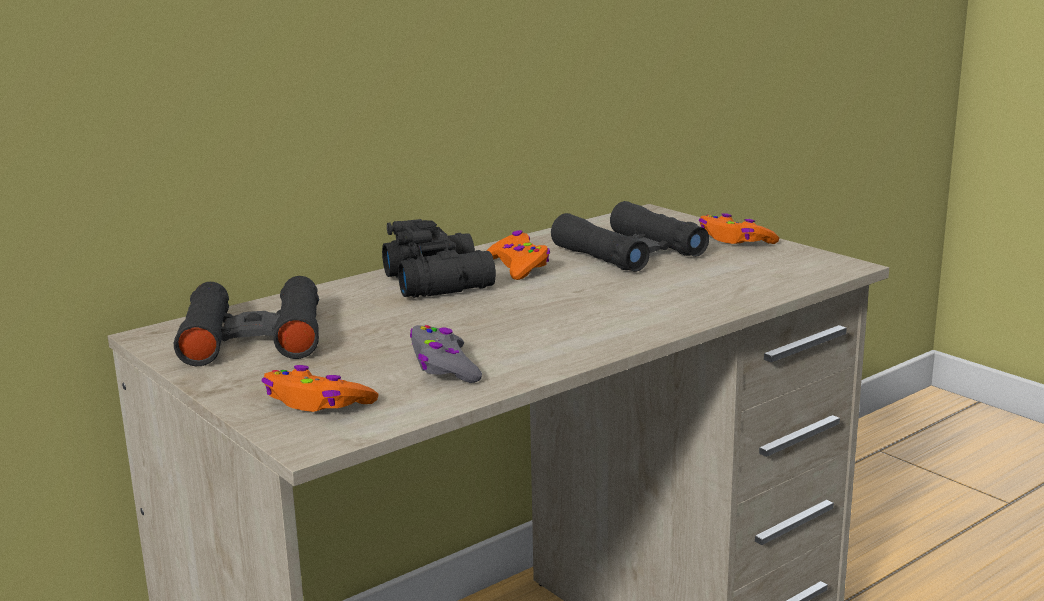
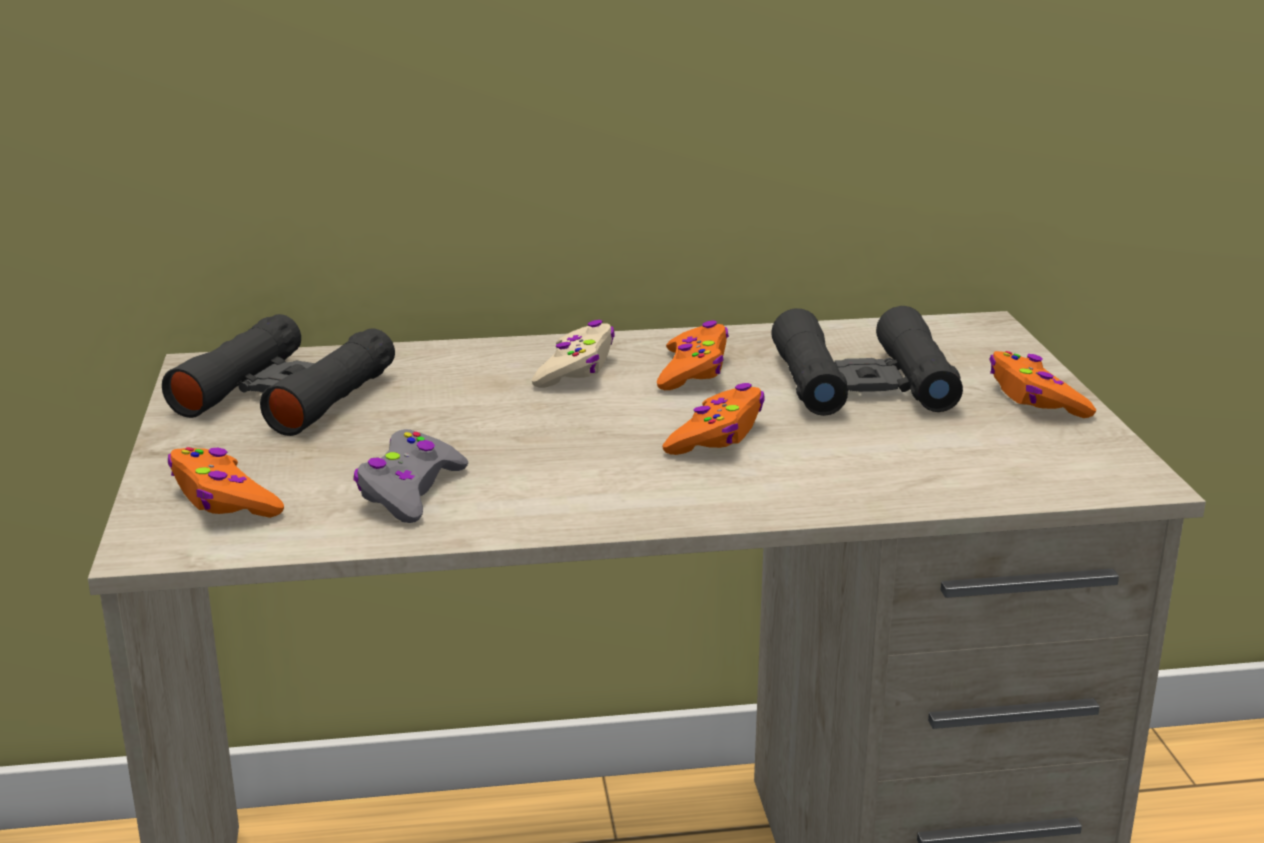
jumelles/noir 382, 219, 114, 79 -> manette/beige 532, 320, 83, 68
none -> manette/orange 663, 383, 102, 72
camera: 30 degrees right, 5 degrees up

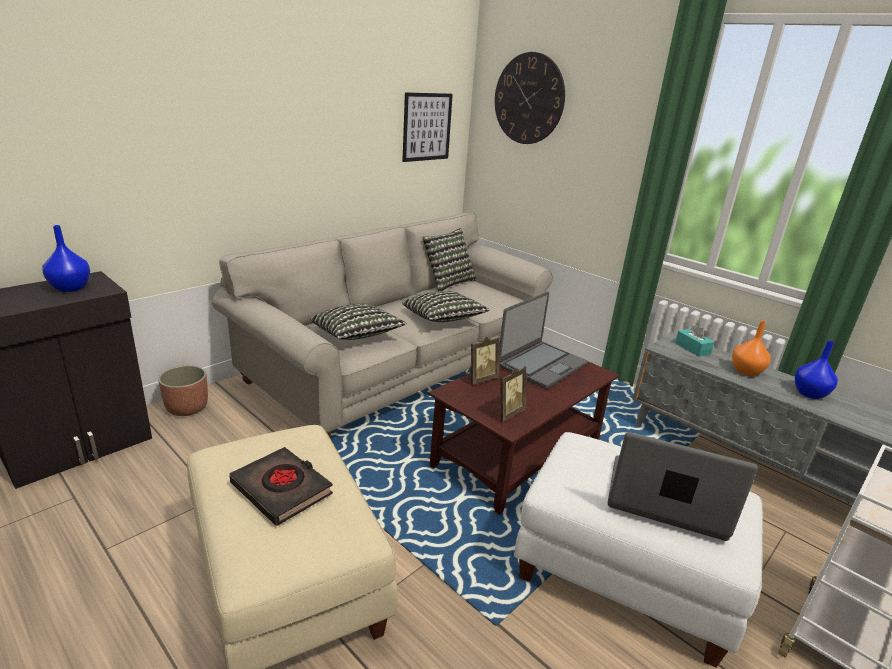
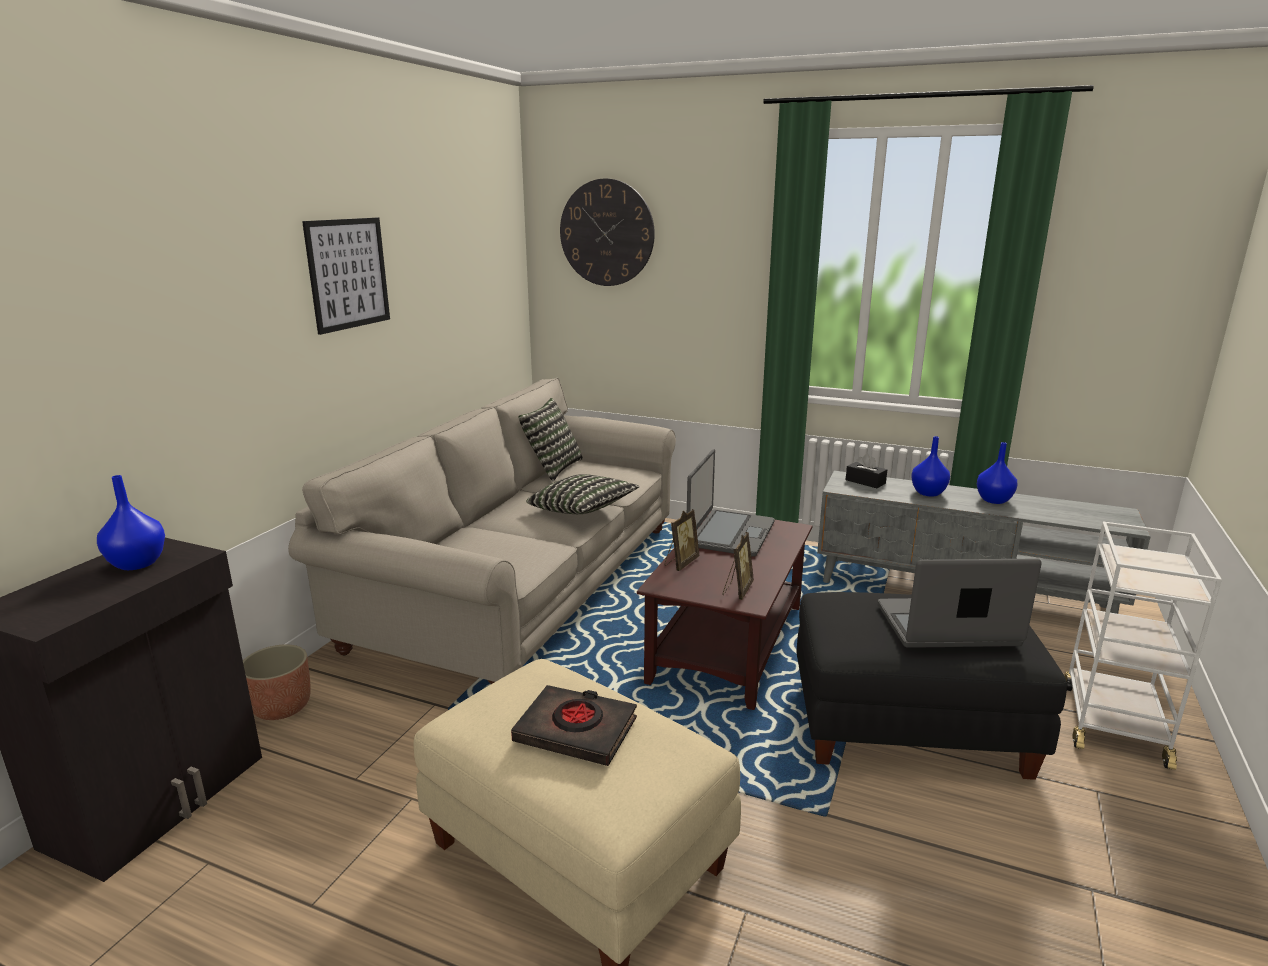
coussin 310, 303, 97, 37 -> none
tableau 402, 92, 51, 70 -> tableau 302, 218, 88, 117, move
pouf/blanc 514, 432, 249, 235 -> pouf/noir 797, 592, 270, 188
boîte à mouchoirs/turquoise 675, 324, 40, 32 -> boîte à mouchoirs/noir 846, 454, 41, 34
vase/orange 732, 321, 39, 55 -> vase/bleu 911, 436, 39, 61
camera: 20 degrees left, 5 degrees down

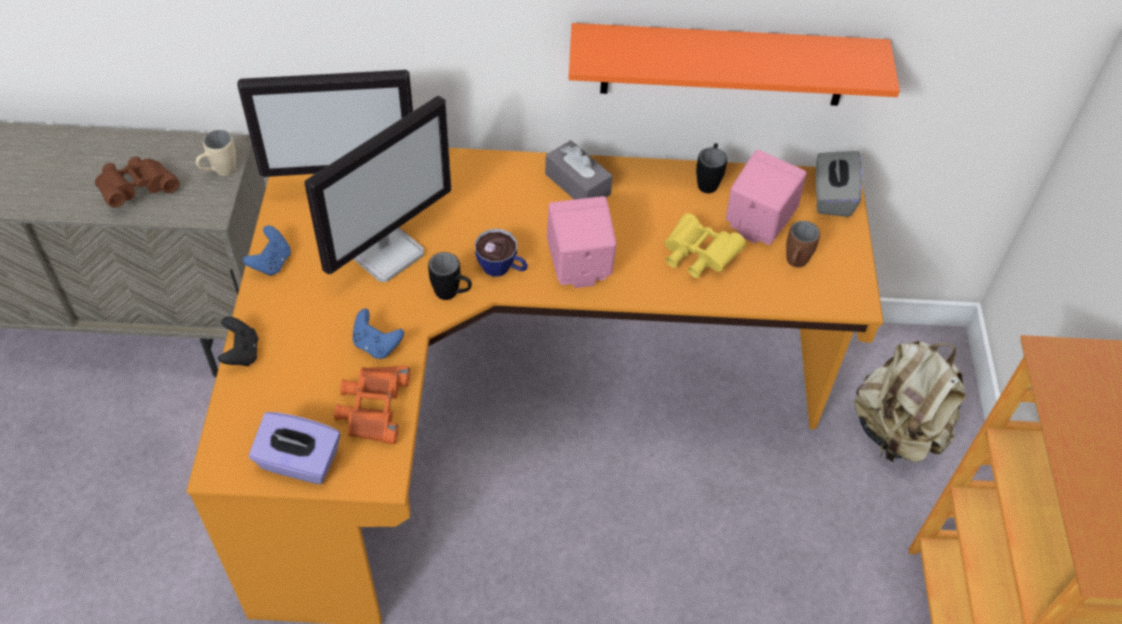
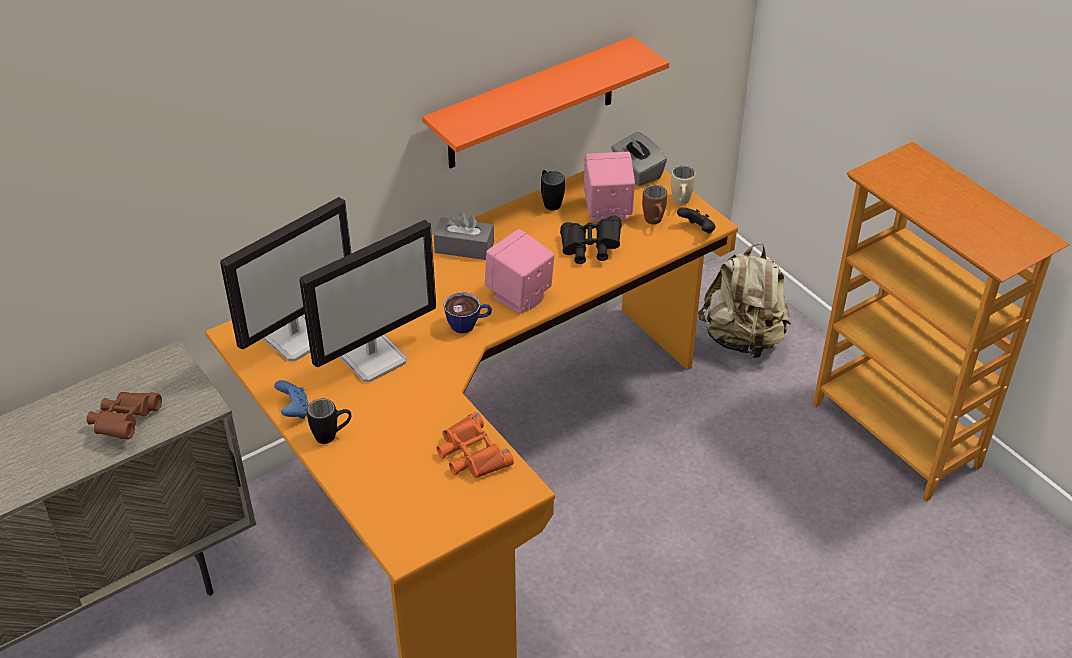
mug/beige 196, 130, 40, 46 -> mug/beige 671, 166, 25, 39, move
manette/noir 218, 316, 40, 50 -> manette/noir 677, 207, 39, 27, move
boîte à mouchoirs/violet 249, 412, 91, 72 -> none
écran d'ordinateur 305, 96, 146, 186 -> écran d'ordinateur 299, 220, 137, 162, 45 degrees clockwise
manette/bleu 352, 309, 52, 50 -> none
mug/noir 428, 252, 44, 48 -> mug/noir 307, 399, 44, 45, move
jumelles/jaune 664, 213, 82, 65 -> jumelles/noir 560, 216, 62, 48
camera: 35 degrees left, 10 degrees down

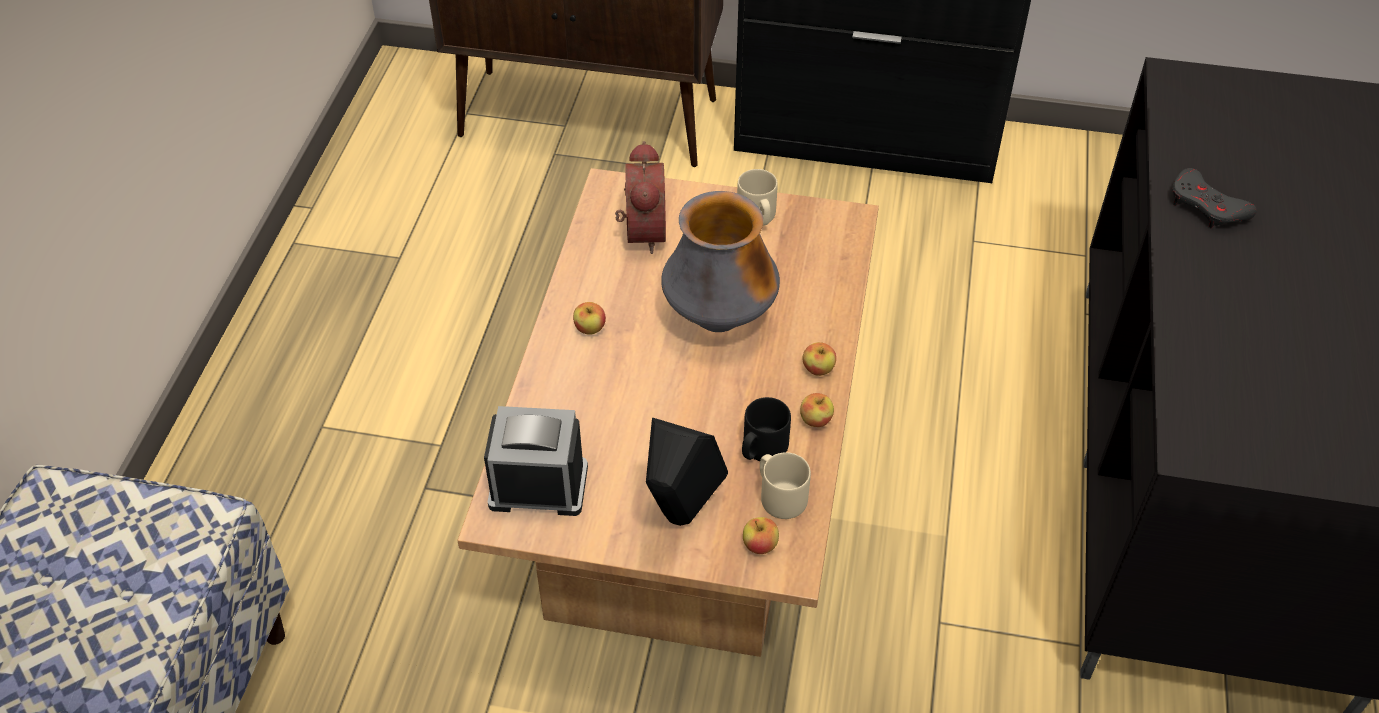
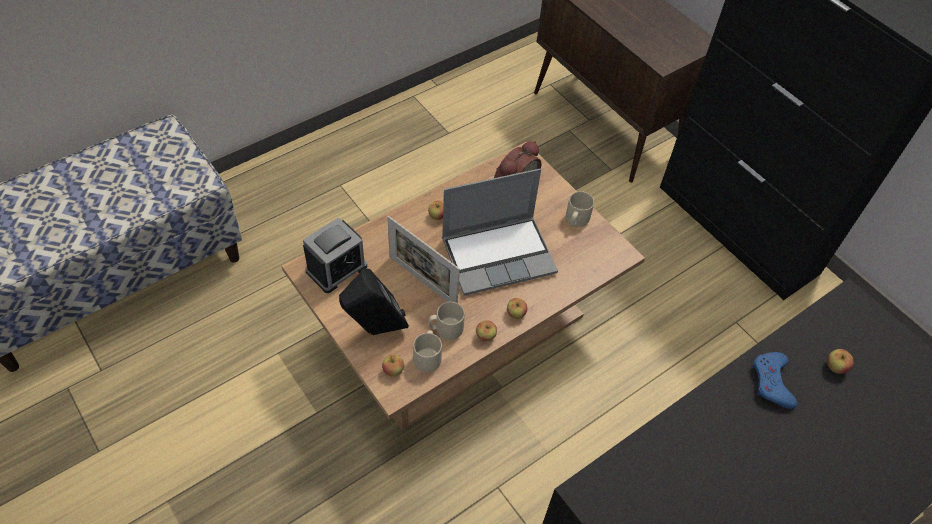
réveil 484, 406, 104, 110 -> réveil 303, 217, 64, 76, 90 degrees clockwise
vase 661, 191, 119, 141 -> ordinateur portable 442, 169, 116, 127
mug/noir 742, 397, 49, 64 -> mug/beige 429, 302, 36, 38
manette/gris 1172, 168, 85, 60 -> manette/bleu 752, 352, 45, 57
none -> cadre photo 387, 216, 73, 87
none -> pomme 827, 349, 26, 25
camera: 40 degrees right, 5 degrees up

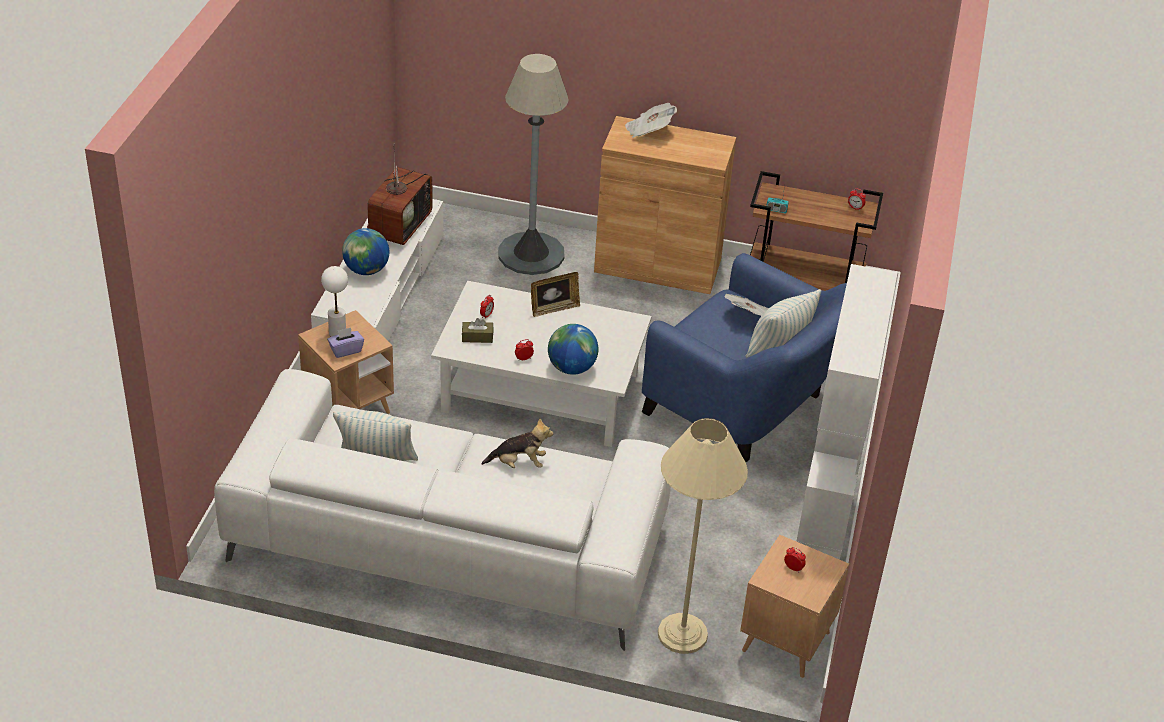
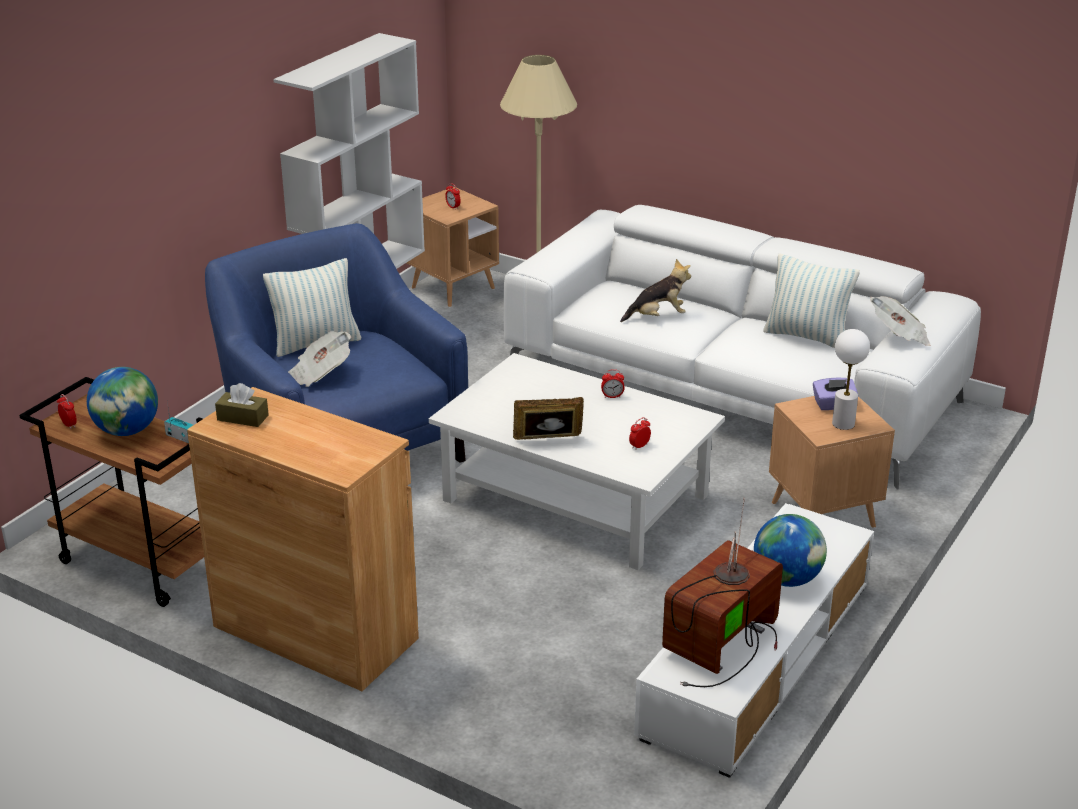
boîte à mouchoirs/marron 462, 318, 31, 25 -> boîte à mouchoirs/marron 215, 383, 54, 44, move
peluche 481, 418, 72, 50 -> peluche 620, 259, 71, 63, 150 degrees clockwise
lampadaire/gris 498, 54, 71, 221 -> none
globe 548, 324, 50, 51 -> globe 87, 367, 71, 69, move
journal 625, 103, 52, 35 -> journal 870, 296, 61, 50, move
camera: 160 degrees left, 10 degrees down

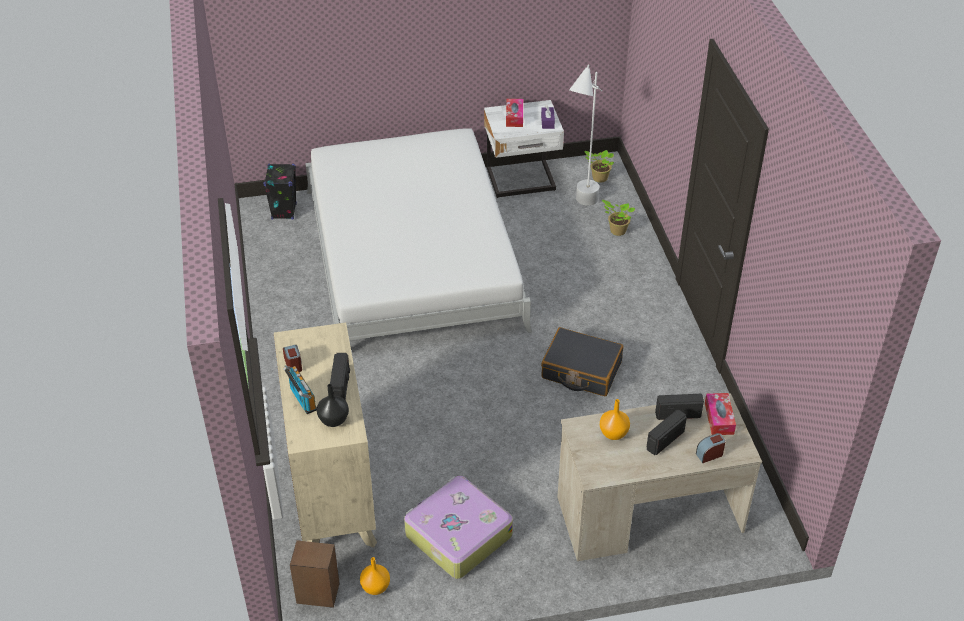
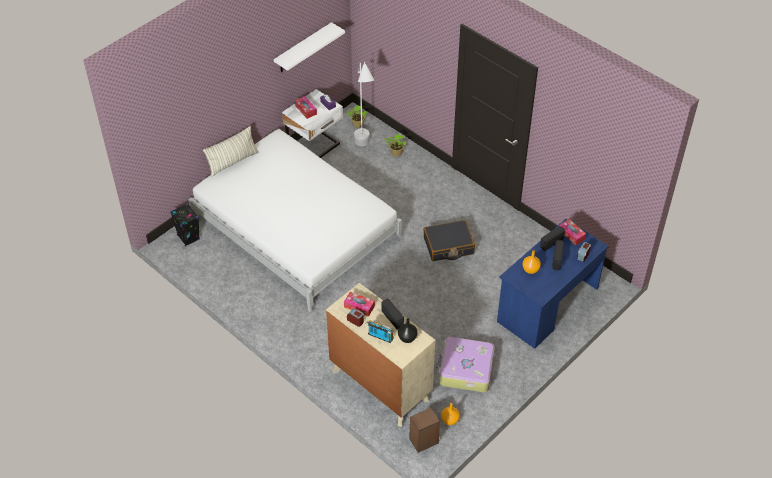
bureau/beige 557, 393, 205, 168 -> bureau/bleu 497, 219, 112, 130
none -> coussin 203, 126, 56, 51
none -> étagère/blanc 274, 22, 71, 50
none -> boîte à mouchoirs 344, 292, 31, 25
camera: 35 degrees left, 5 degrees up

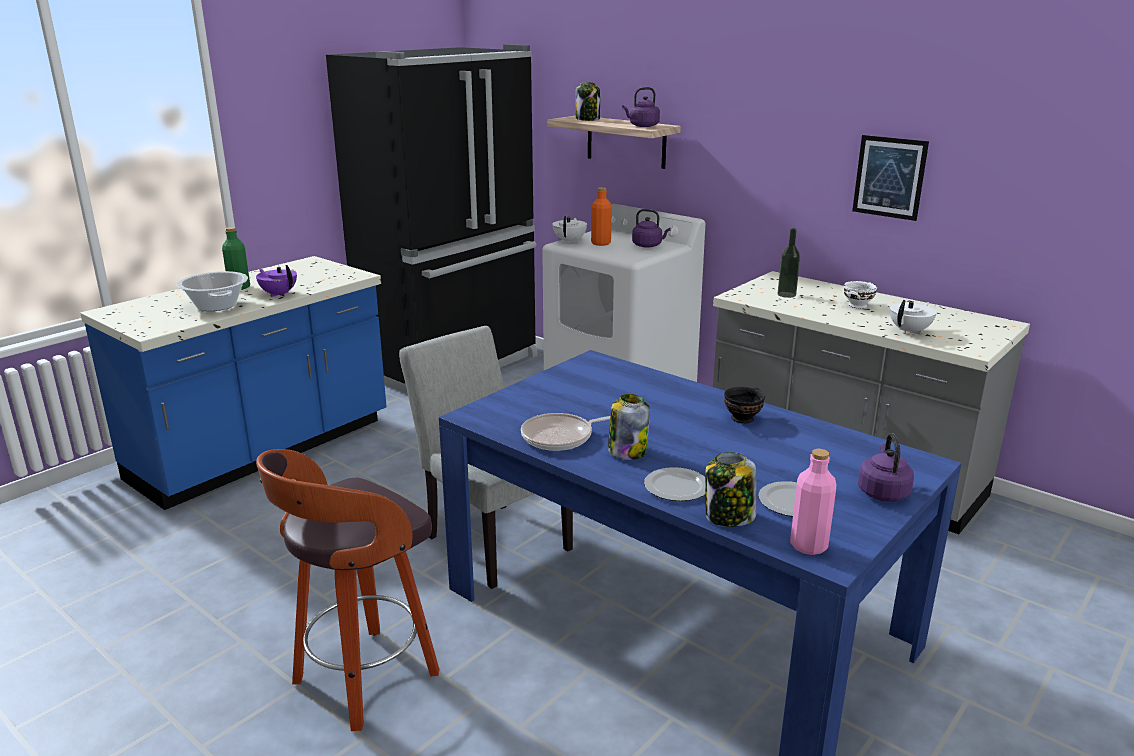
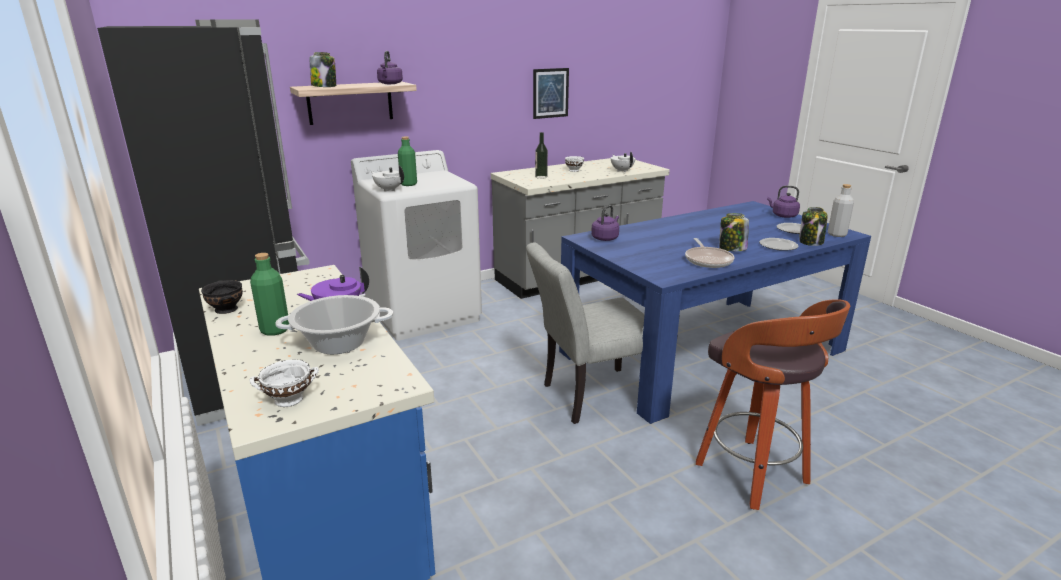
bouteille/orange 591, 187, 21, 59 -> bouteille/vert 398, 136, 19, 50
bouilloire/violet 632, 209, 39, 39 -> bouilloire/violet 591, 205, 28, 36, move
bol/noir 724, 387, 41, 37 -> bol/noir 201, 280, 42, 34, move
bouteille/rose 790, 449, 46, 106 -> bouteille/gris 828, 184, 26, 53
none -> bol/blanc 250, 359, 69, 48
camera: 70 degrees left, 0 degrees up

